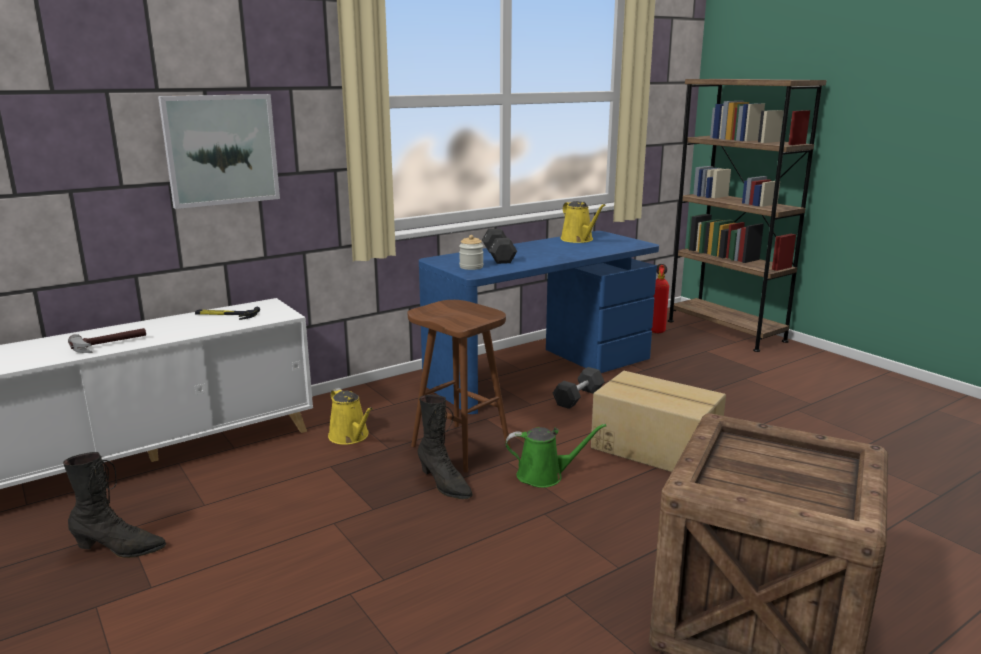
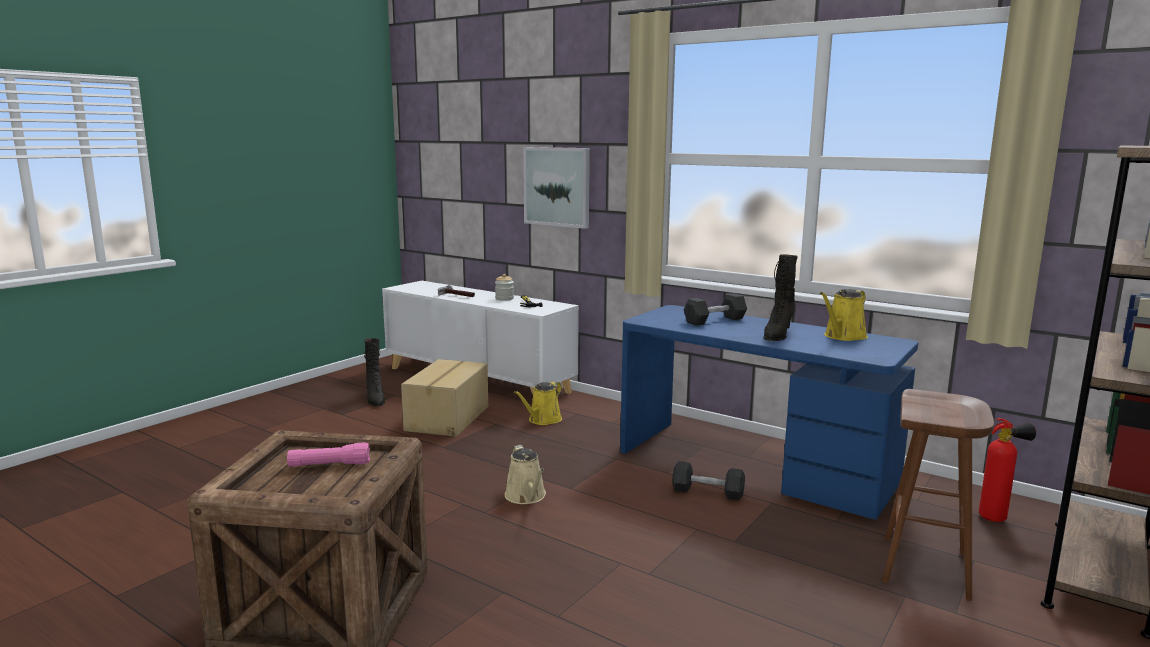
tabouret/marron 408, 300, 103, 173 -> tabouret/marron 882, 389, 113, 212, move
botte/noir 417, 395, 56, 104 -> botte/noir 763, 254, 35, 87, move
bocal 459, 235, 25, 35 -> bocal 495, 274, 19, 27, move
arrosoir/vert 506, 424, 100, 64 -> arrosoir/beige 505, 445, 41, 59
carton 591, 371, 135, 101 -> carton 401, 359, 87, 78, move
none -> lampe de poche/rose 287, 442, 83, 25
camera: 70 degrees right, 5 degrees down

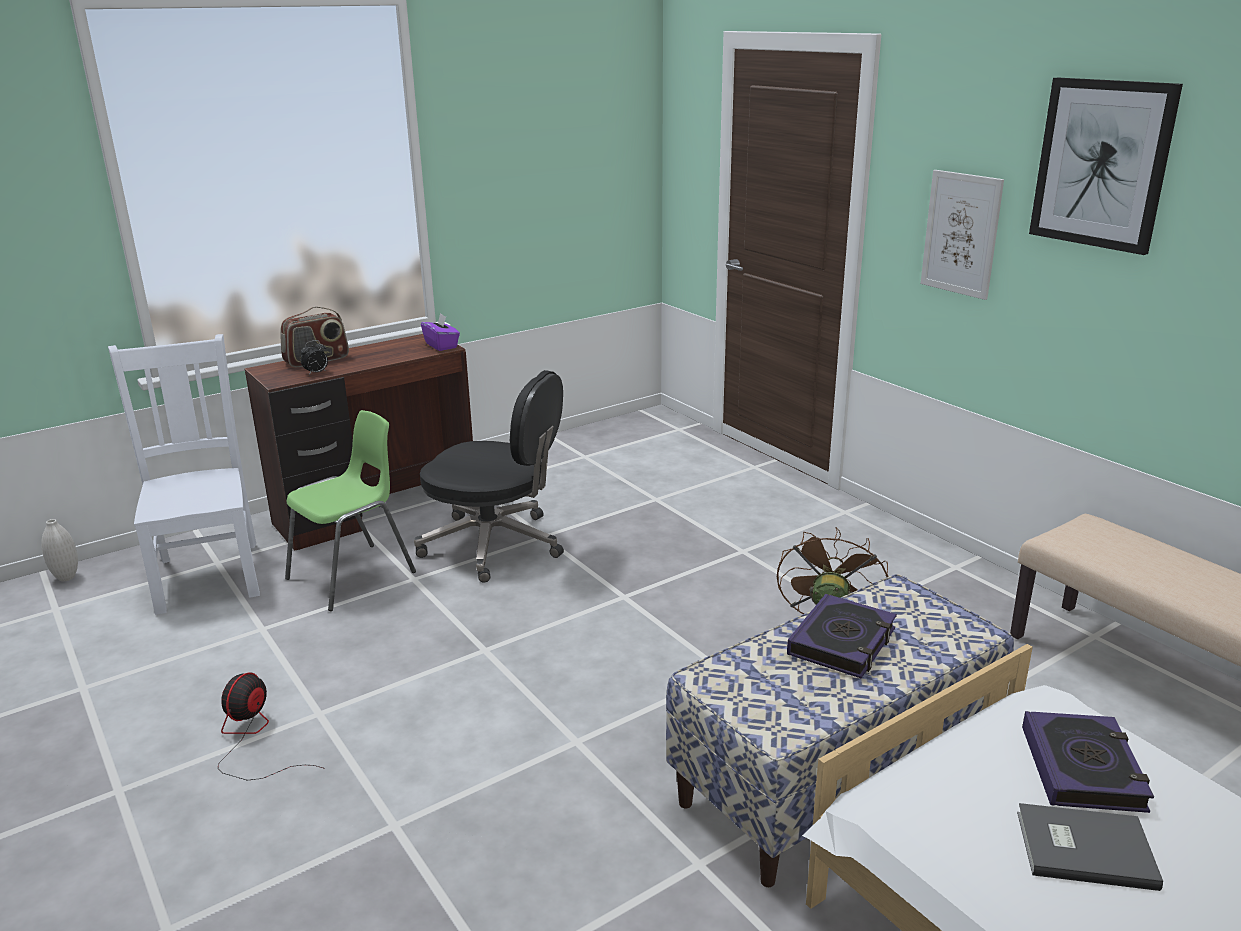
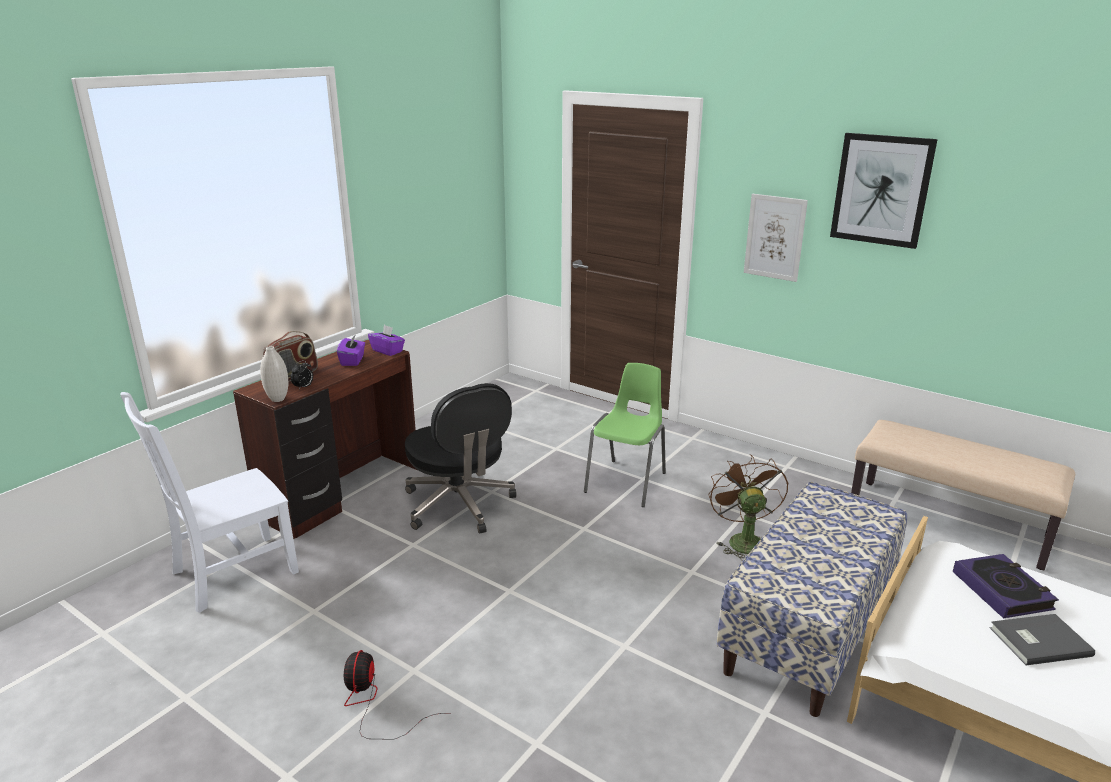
vase/blanc 41, 519, 37, 62 -> vase/blanc 260, 346, 28, 56, move
chaise/blanc 108, 334, 152, 281 -> chaise/blanc 120, 392, 179, 221, 90 degrees counterclockwise
chaise/vert 285, 410, 131, 201 -> chaise/vert 584, 363, 82, 144, move
chaise de bureau/noir 414, 370, 150, 212 -> chaise de bureau/noir 405, 383, 111, 151, 60 degrees clockwise
livre 787, 594, 110, 84 -> none
none -> boîte à mouchoirs/violet 337, 334, 28, 32
camera: 20 degrees left, 0 degrees up

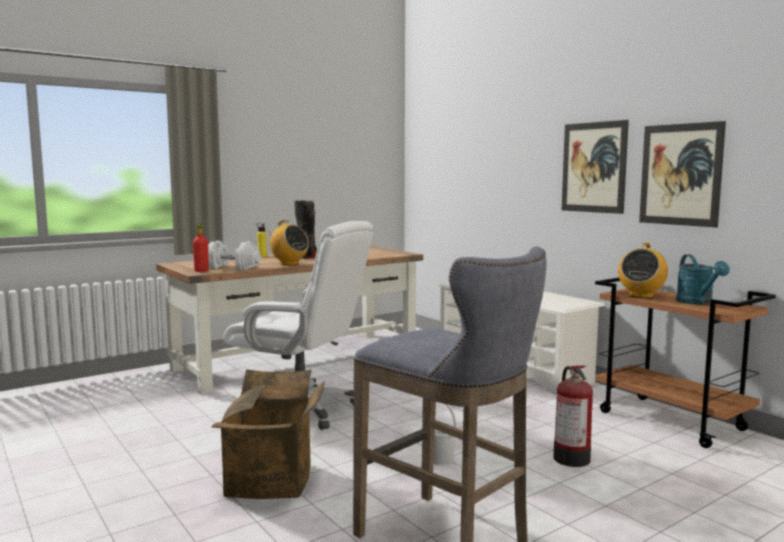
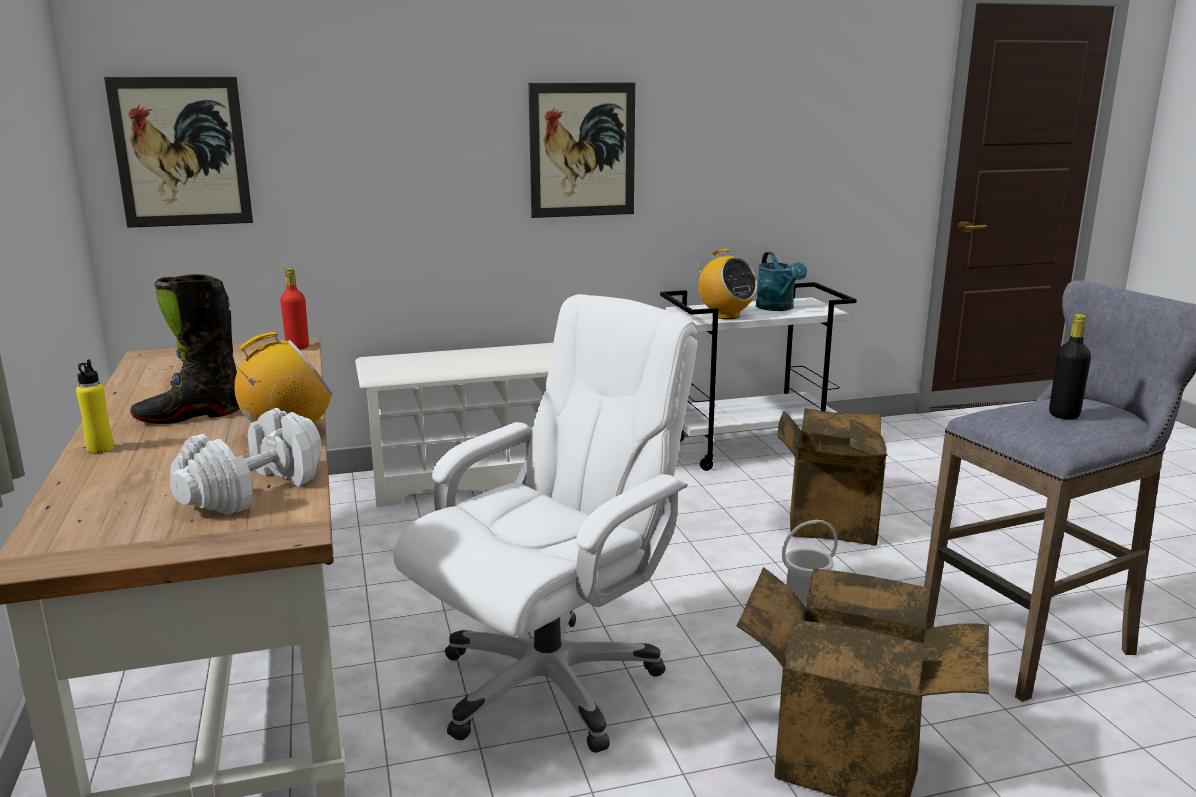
bouteille/rouge 193, 224, 16, 48 -> bouteille/rouge 280, 268, 29, 82, move
extincteur 553, 365, 40, 102 -> carton 778, 408, 109, 137
chariot/marron 595, 278, 181, 170 -> chariot/blanc 660, 282, 197, 189
tableau 639, 121, 87, 107 -> tableau 104, 77, 149, 151, move
arrosoir/turquoise 676, 254, 54, 51 -> arrosoir/turquoise 756, 252, 51, 59, 60 degrees clockwise
none -> bouteille/noir 1049, 314, 42, 105
camera: 70 degrees left, 10 degrees up

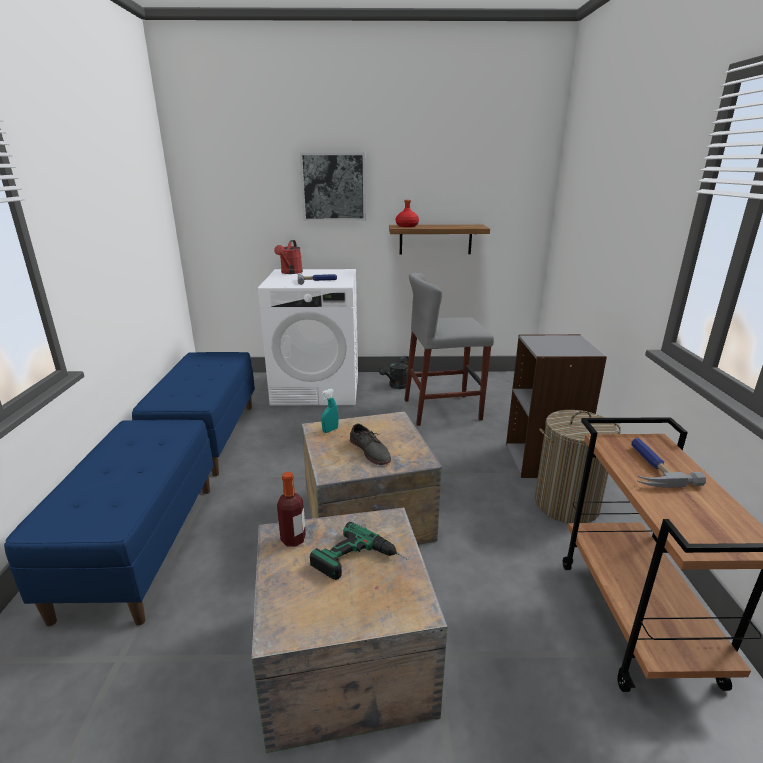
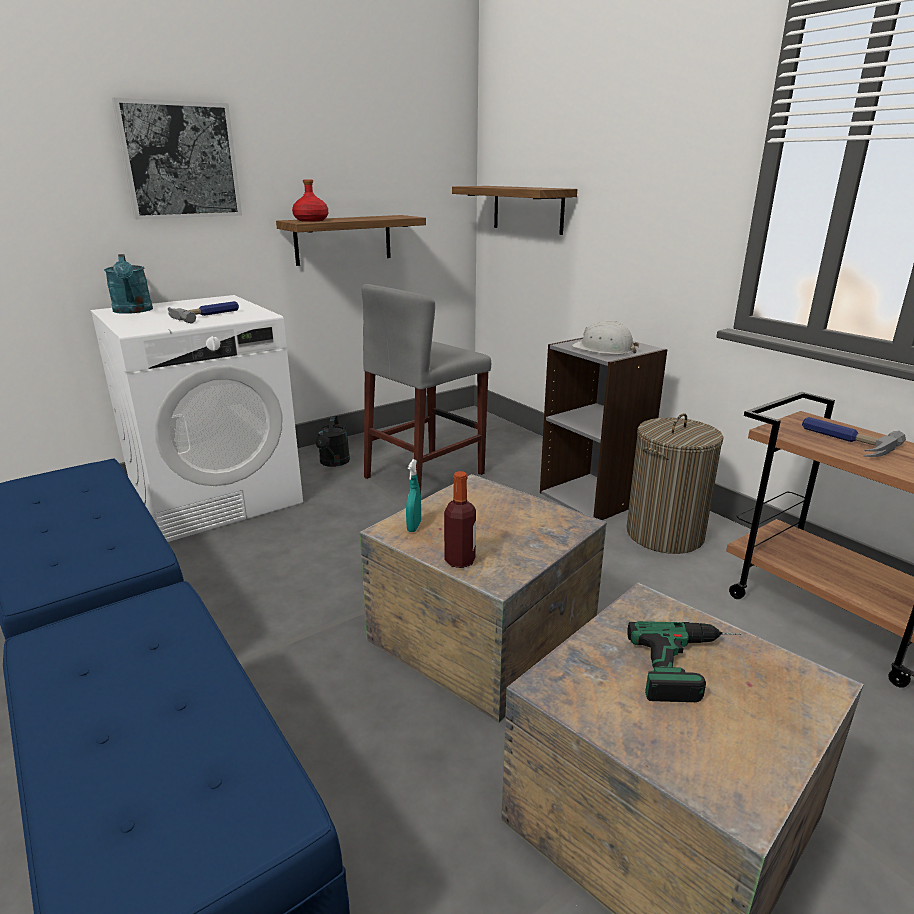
arrosoir/rouge 274, 240, 29, 34 -> arrosoir/turquoise 104, 254, 49, 60
bouteille 277, 472, 29, 75 -> bouteille 444, 471, 32, 97, move
chaussure/gris 350, 424, 41, 41 -> none
none -> étagère 452, 186, 125, 49
none -> casque de chantier/blanc 572, 321, 68, 34
camera: 35 degrees left, 0 degrees up

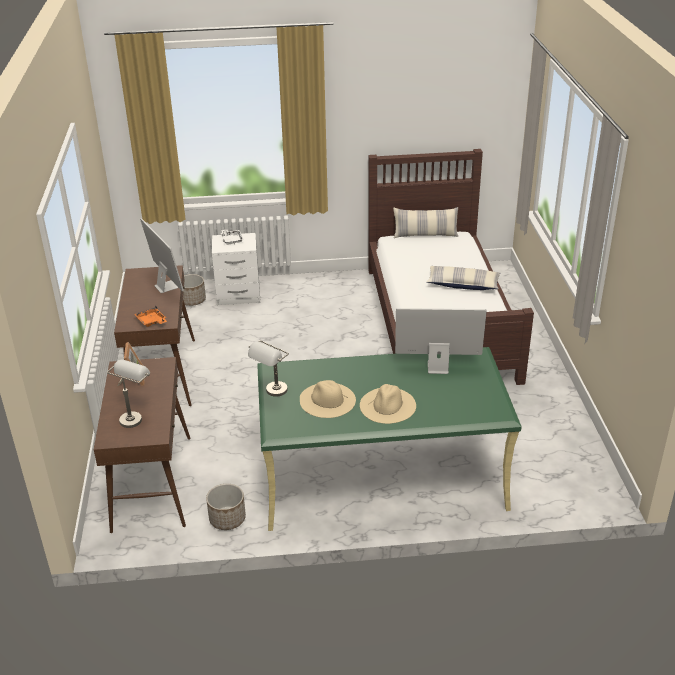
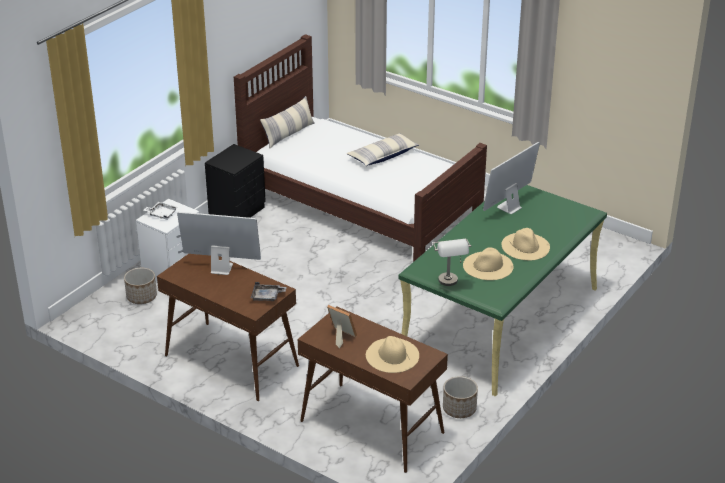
lampe de table/gris 107, 360, 43, 68 -> chapeau/beige 366, 336, 53, 37
plateau/orange 134, 305, 33, 22 -> plateau/gris 251, 282, 36, 19
none -> table de chevet/noir 205, 144, 61, 74
camera: 50 degrees left, 0 degrees up

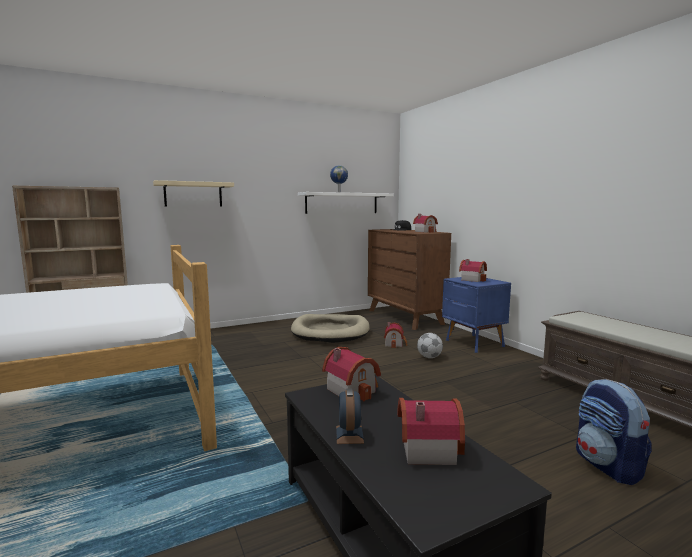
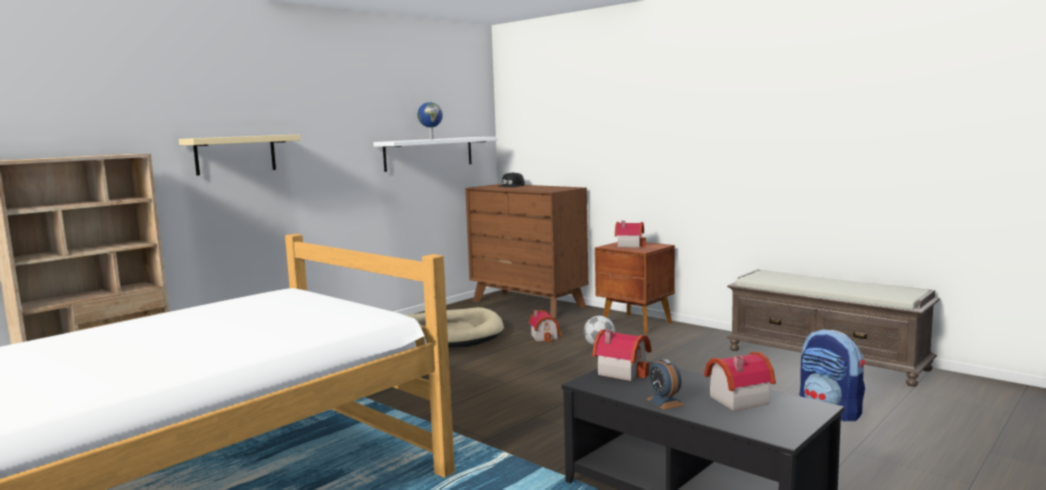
maison miniature 413, 214, 25, 18 -> none
table de chevet/bleu 442, 277, 69, 76 -> table de chevet/marron 595, 242, 80, 92
camera: 20 degrees left, 0 degrees up

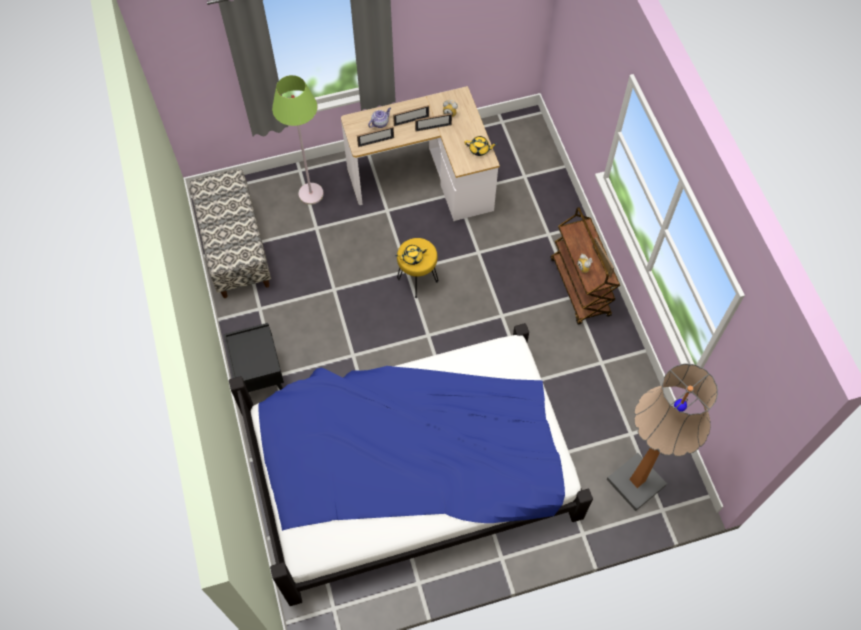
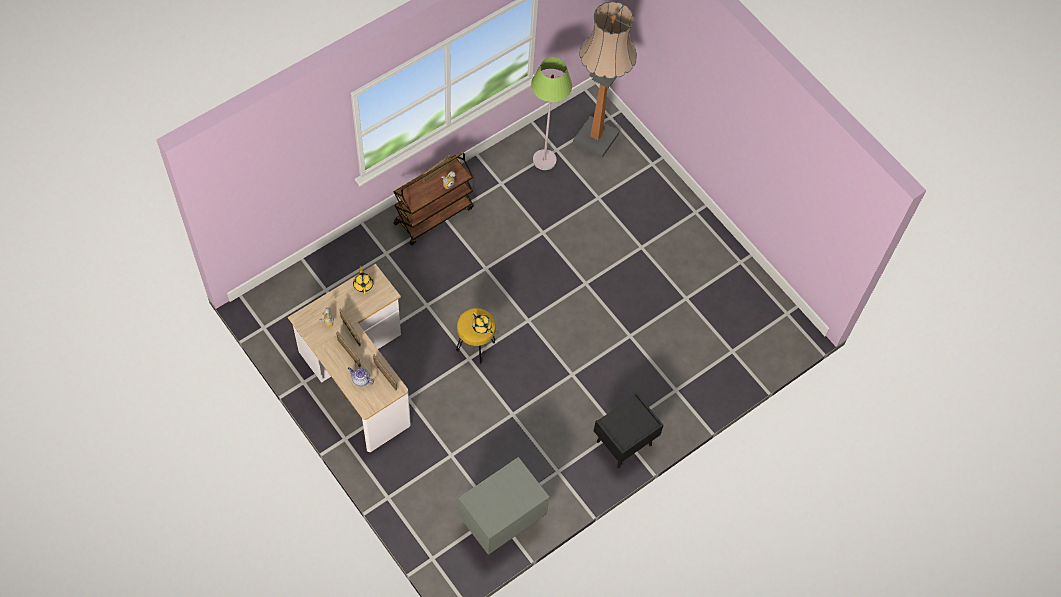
banc 190, 169, 81, 129 -> table de chevet/gris 458, 457, 91, 98
lit 229, 323, 364, 283 -> none
lampadaire/vert 272, 75, 52, 130 -> lampadaire/vert 531, 57, 41, 113, move
camera: 115 degrees left, 0 degrees up

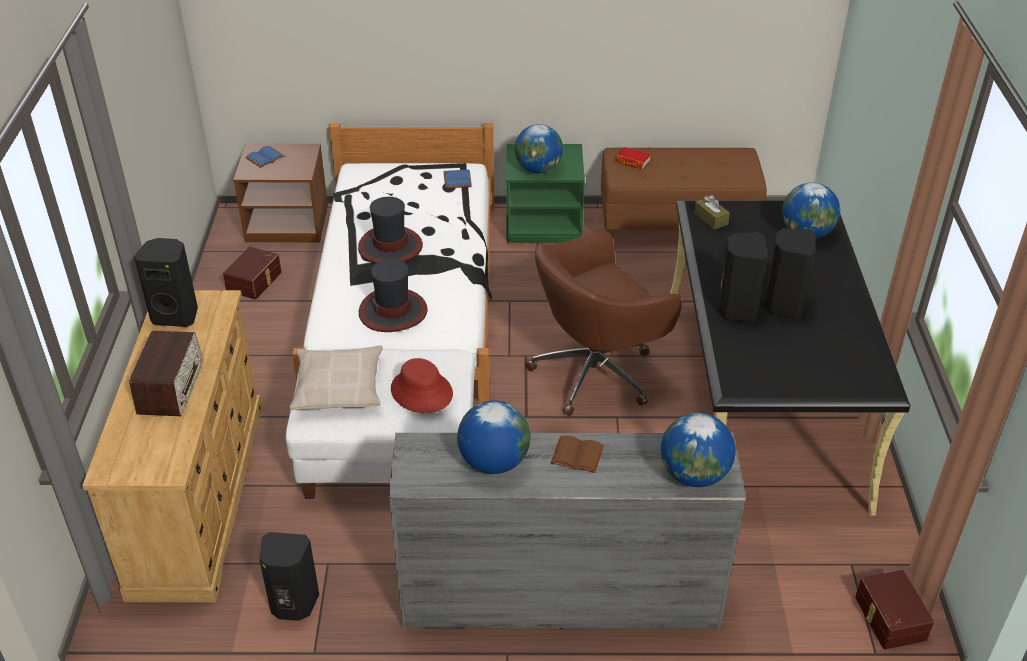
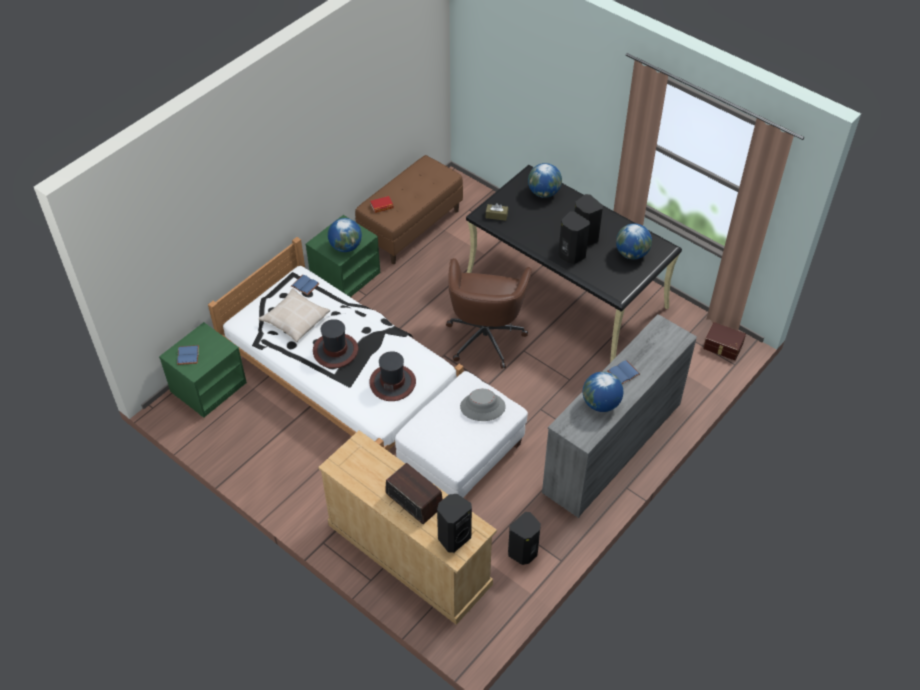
enceinte/noir 134, 238, 64, 89 -> enceinte/noir 437, 494, 35, 59, move
boîte de rangement/marron 223, 247, 59, 53 -> none
table de chevet/marron 233, 144, 95, 99 -> table de chevet/vert 159, 322, 88, 96
coussin/beige 290, 345, 93, 65 -> coussin/beige 259, 288, 71, 54, move
chapeau/rouge 391, 358, 62, 55 -> chapeau/gris 460, 389, 46, 32
livre/marron 551, 435, 53, 38 -> livre/bleu 607, 360, 33, 24
globe 661, 413, 75, 74 -> globe 616, 223, 36, 36, move
camera: 50 degrees left, 10 degrees up

